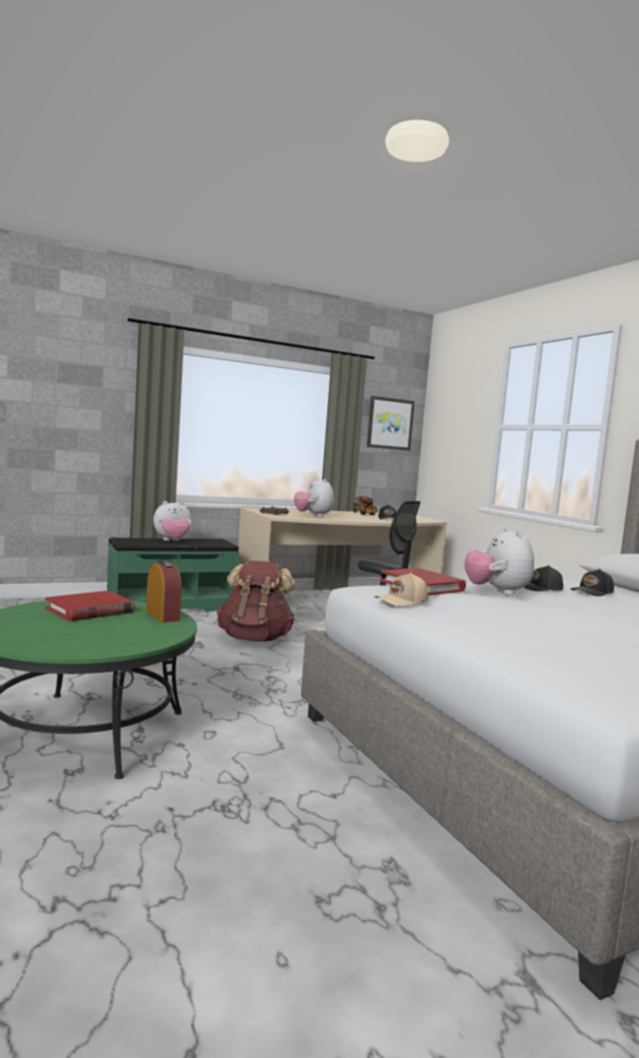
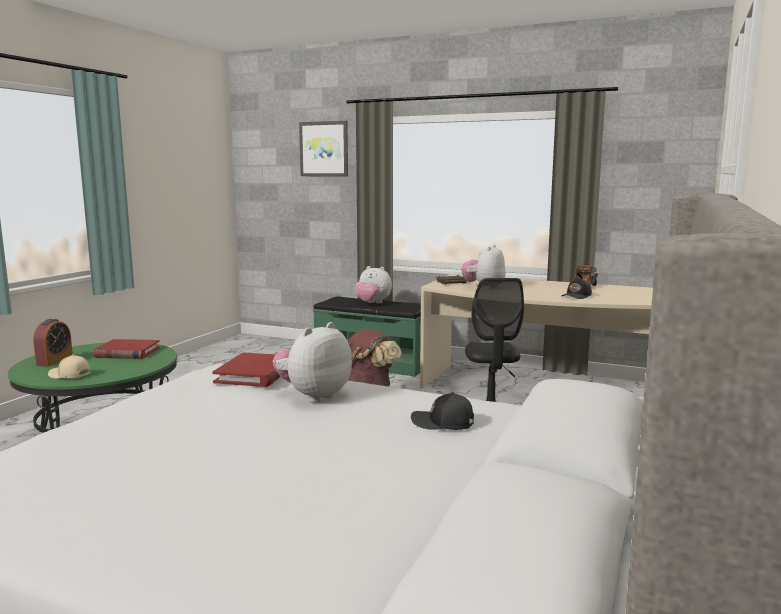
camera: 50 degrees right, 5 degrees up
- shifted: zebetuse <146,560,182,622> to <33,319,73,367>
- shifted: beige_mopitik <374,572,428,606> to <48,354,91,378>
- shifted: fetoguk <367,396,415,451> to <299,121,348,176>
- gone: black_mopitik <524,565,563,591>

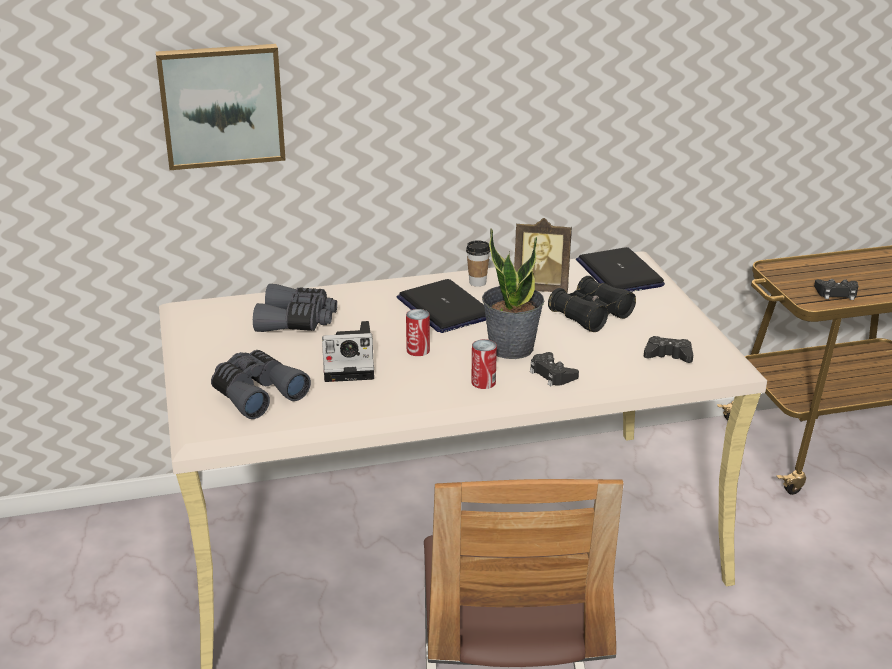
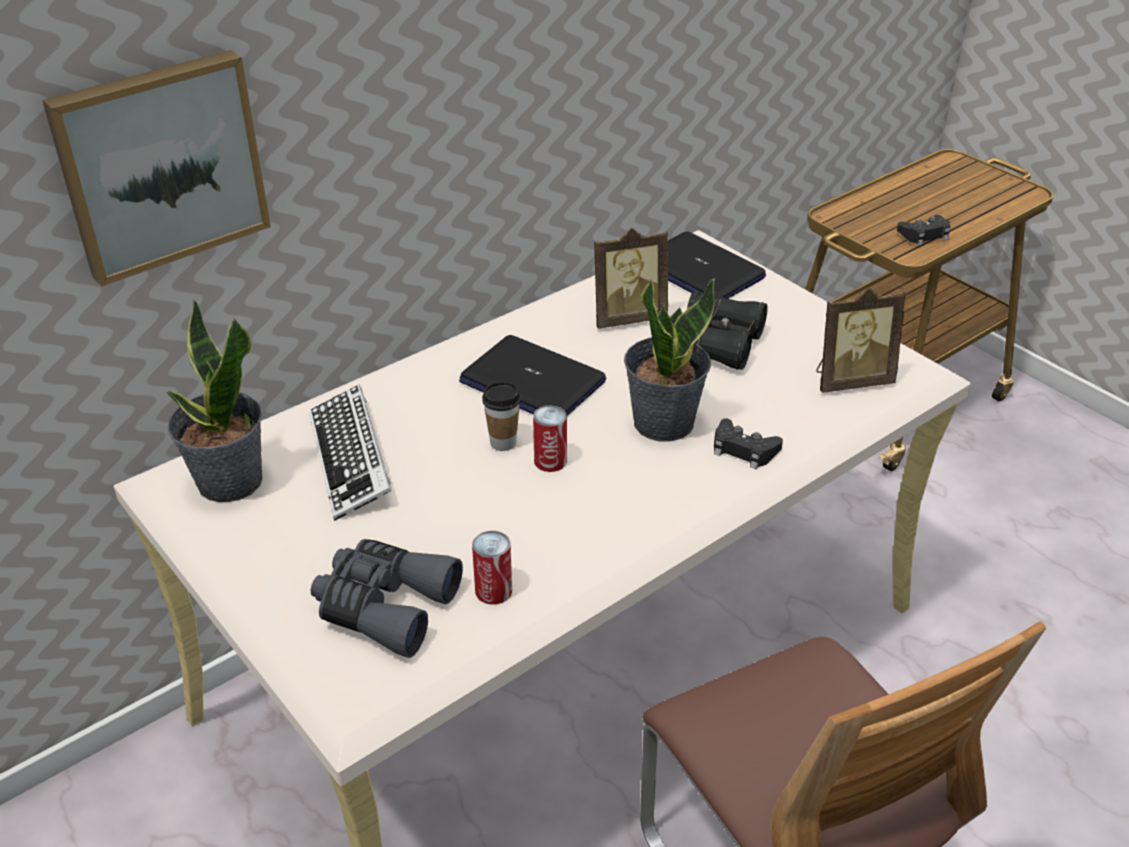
camera: 25 degrees left, 10 degrees up
- new: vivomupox <166,299,263,502>
- swapped: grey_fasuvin <253,284,337,332> to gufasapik <309,385,391,521>
- shifted: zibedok <471,339,497,389> to <472,531,512,604>
- shifted: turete <466,240,490,287> to <482,382,521,451>
- swapped: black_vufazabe <644,336,693,363> to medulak <816,288,906,393>
- gone: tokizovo <322,321,374,382>

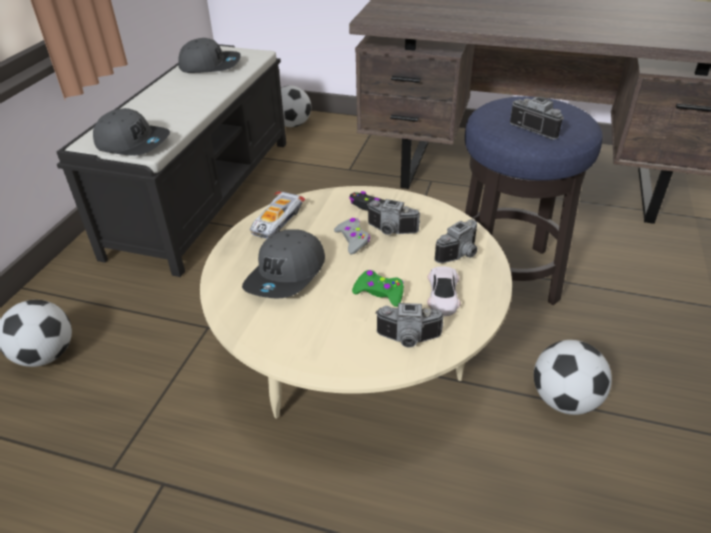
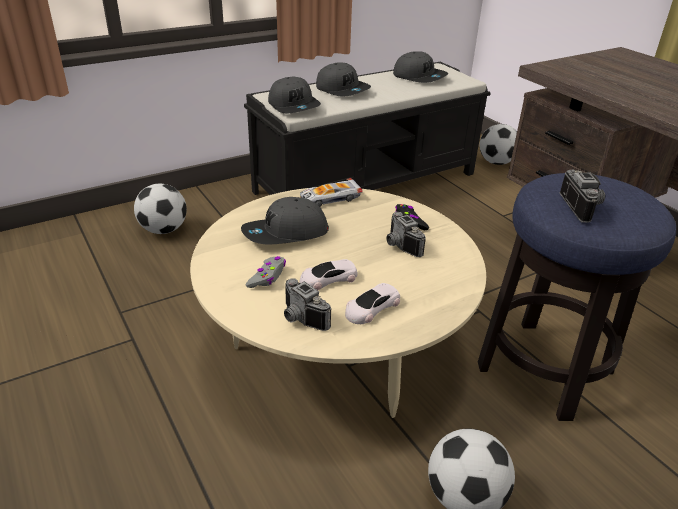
camera: 40 degrees right, 5 degrees down
- shifted: grey_vufazabe <334,218,370,254> to <246,256,286,288>
- swapped: green_vufazabe <352,270,404,307> to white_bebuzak <299,259,358,290>
- new: grey_mopitik <316,63,371,97>
- gone: tokizovo <434,220,477,263>

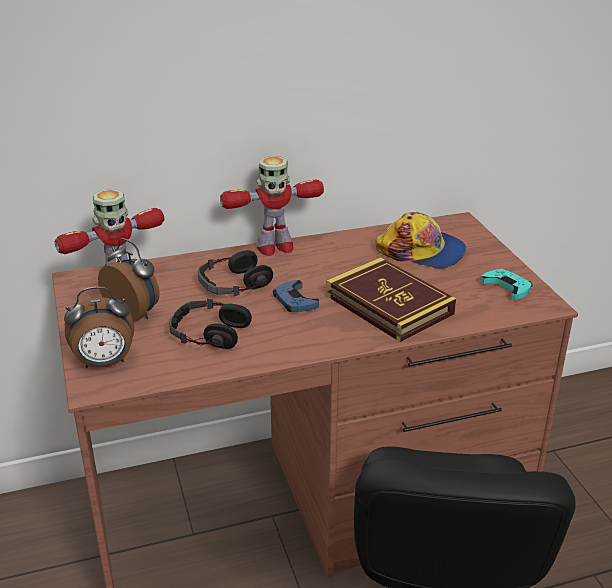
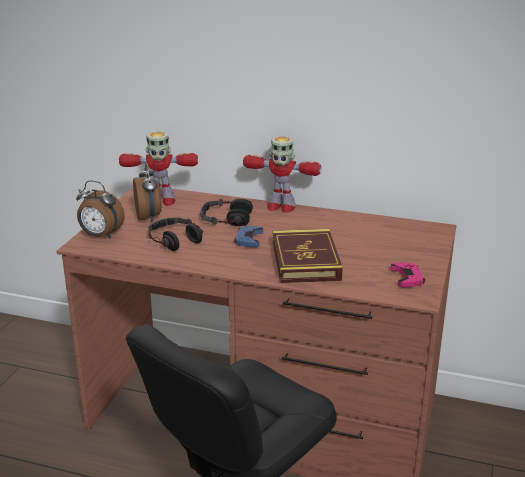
camera: 35 degrees right, 5 degrees down
- repainted: turquoise_vufazabe <481,269,533,300> to pink_vufazabe <391,262,425,287>
- gone: mopitik <375,212,466,269>

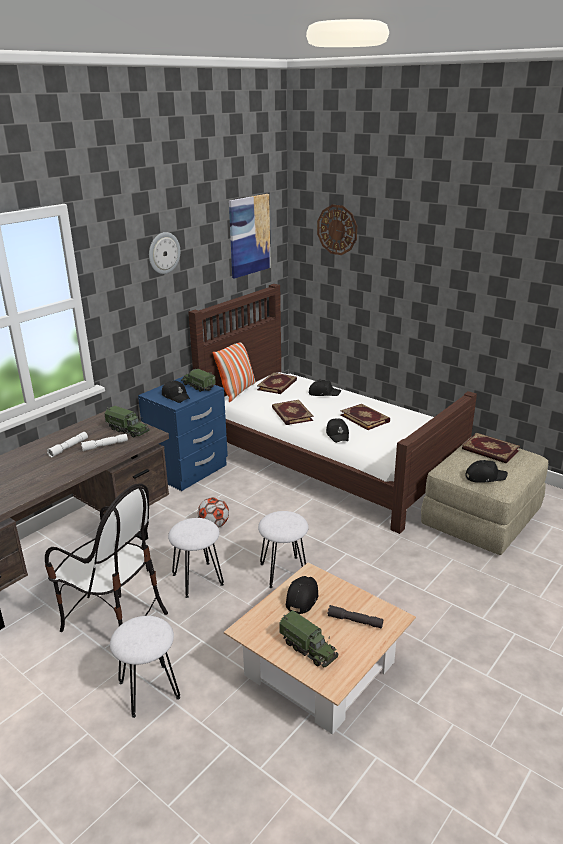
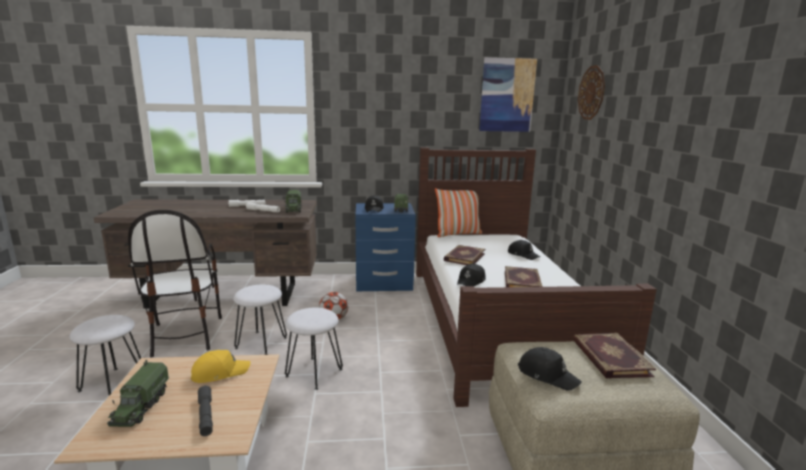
camera: 45 degrees right, 10 degrees down
- repainted: black_mopitik <286,576,318,614> to yellow_mopitik <191,350,251,383>
- gone: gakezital <149,232,180,274>
- gone: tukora <257,372,297,394>

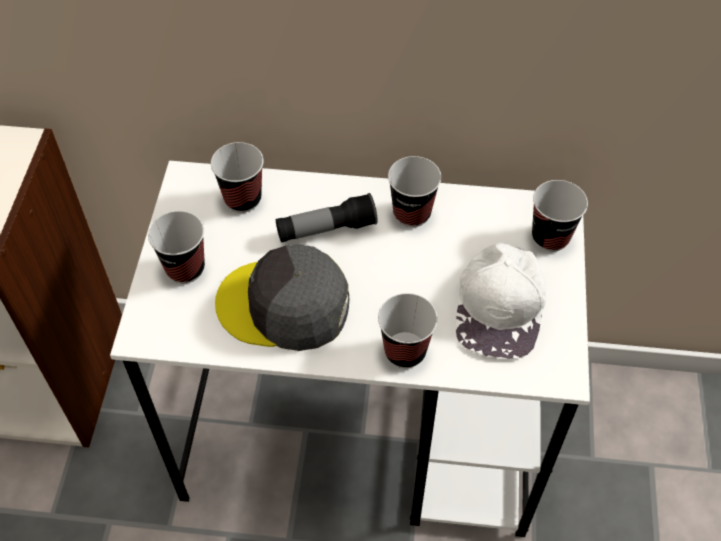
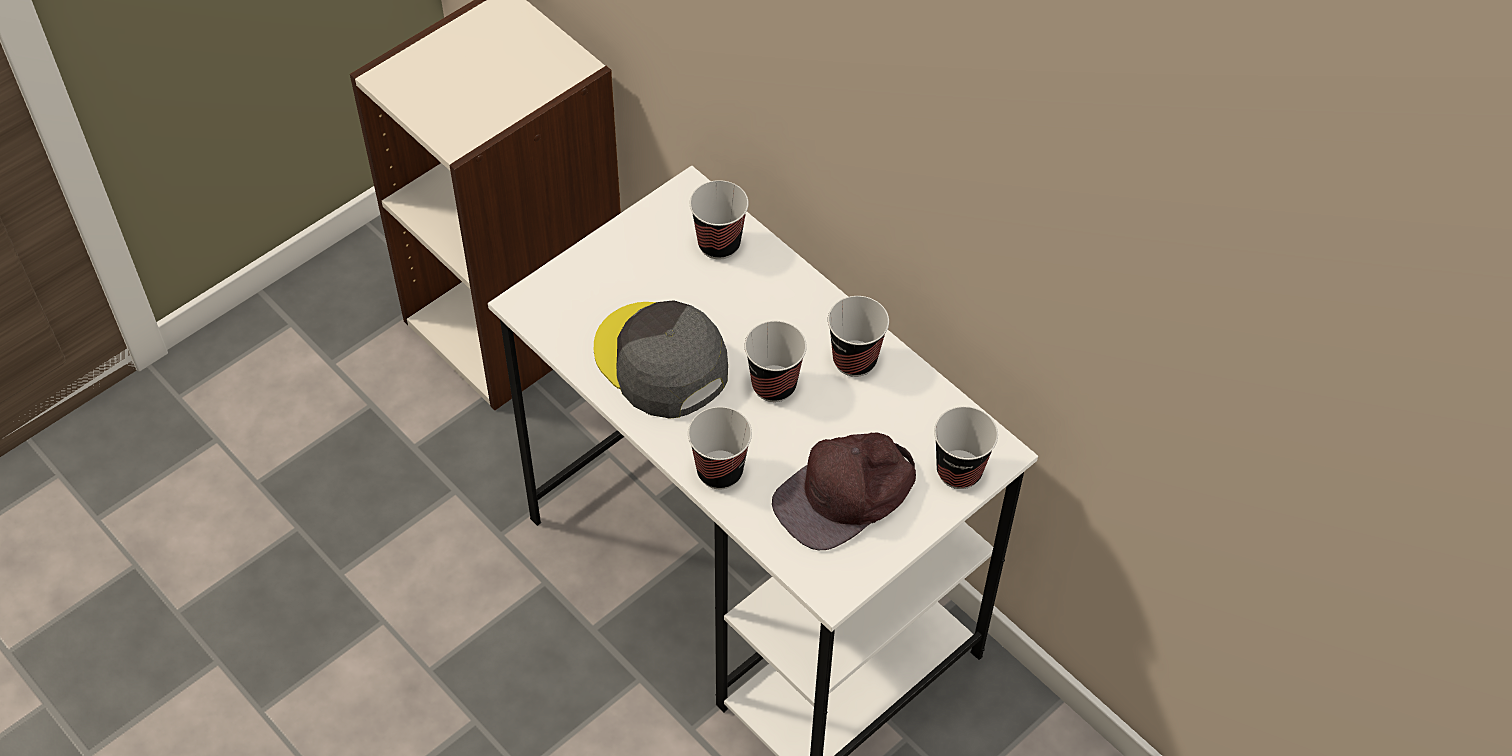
camera: 40 degrees right, 0 degrees up
- shifted: turete <148,211,205,283> to <744,321,807,402>
- repainted: white_mopitik <455,243,546,359> to brown_mopitik <772,433,916,550>
- gone: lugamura <276,193,378,243>

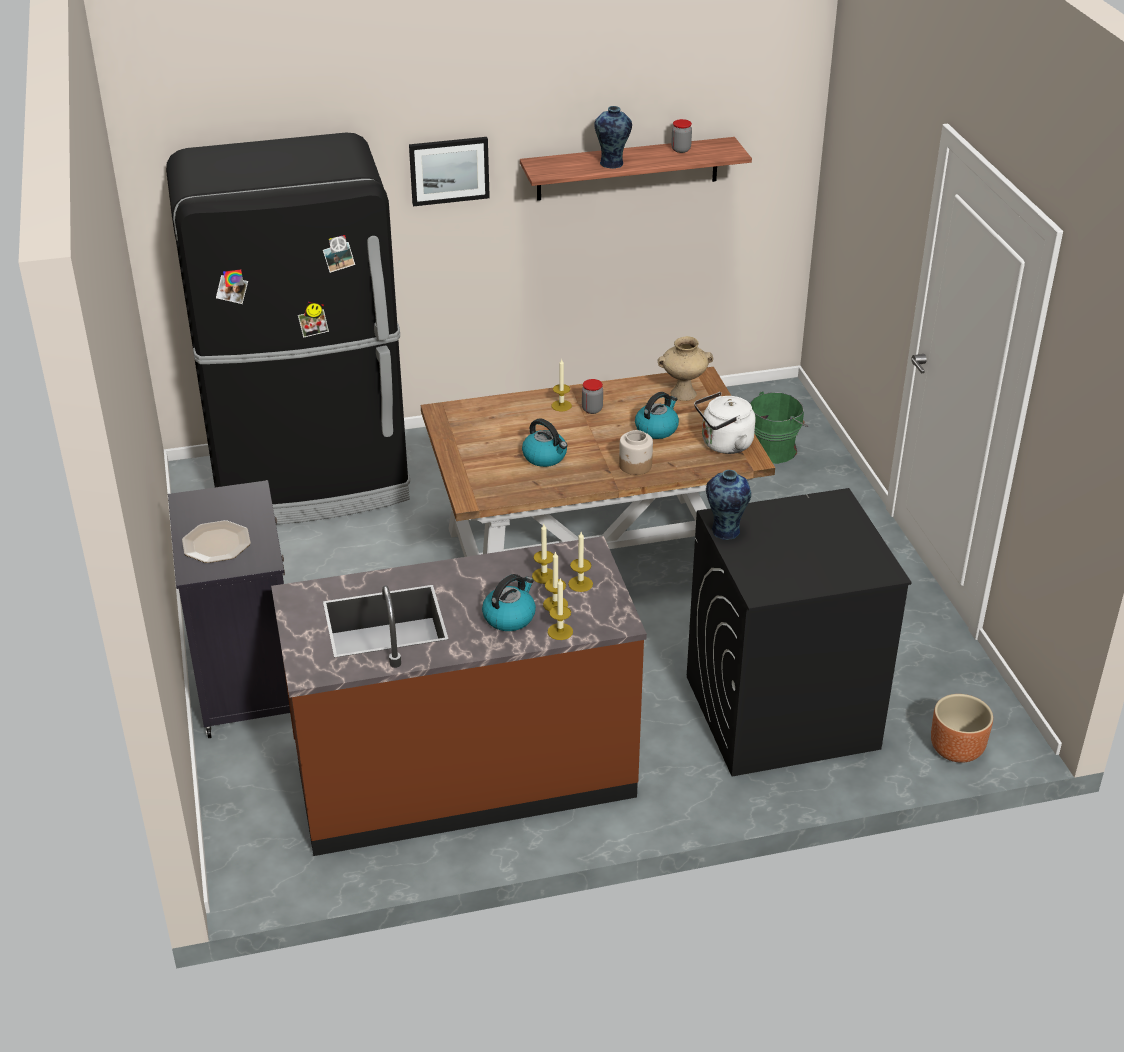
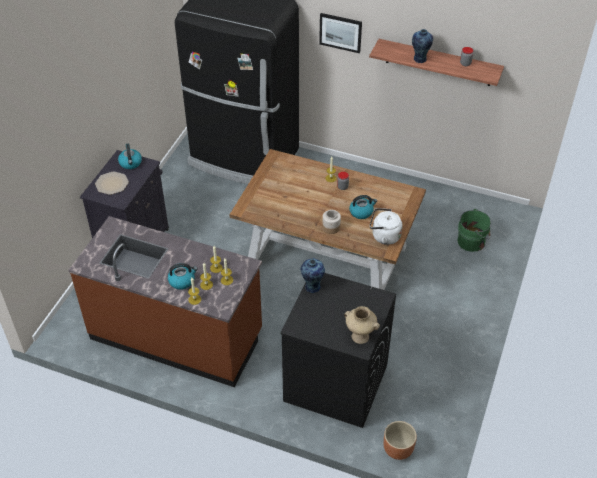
camera: 35 degrees right, 10 degrees up
- shifted: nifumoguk <522,418,567,467> to <118,144,142,169>
- shifted: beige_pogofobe <658,336,713,401> to <344,306,380,344>

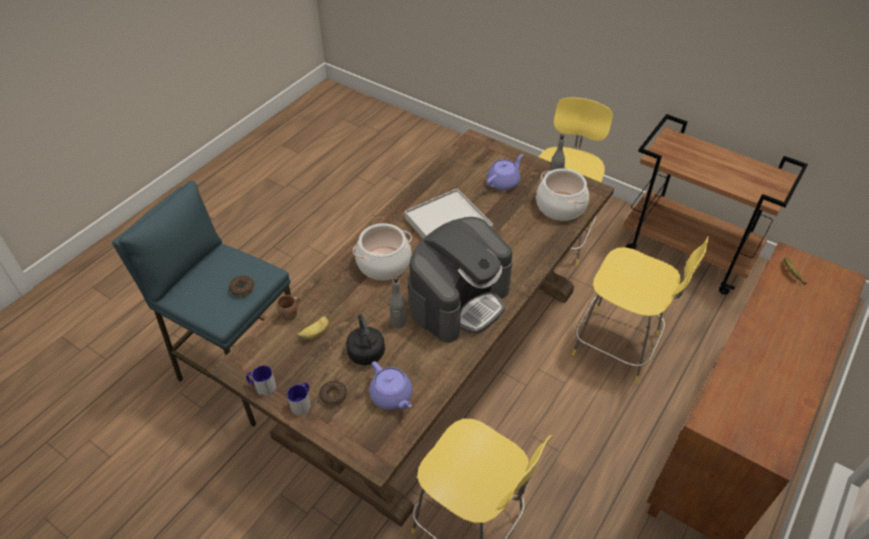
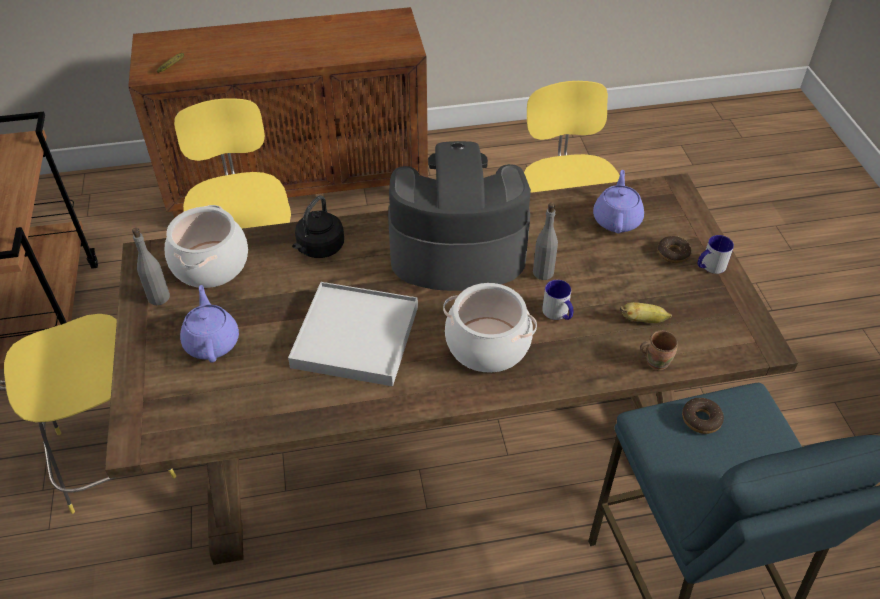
camera: 135 degrees left, 0 degrees up
- rotated: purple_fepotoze <487,154,523,190> = <180,285,239,363> 75 degrees clockwise
- shifted: black_nifumoguk <346,314,385,365> to <292,195,344,258>
- shifted: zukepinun <246,365,276,396> to <542,280,573,320>

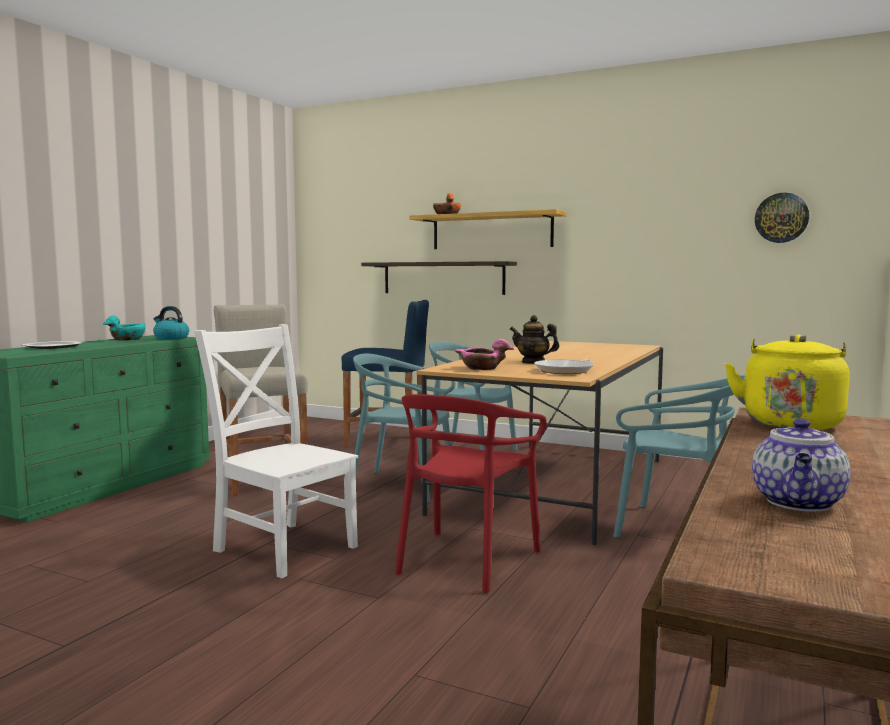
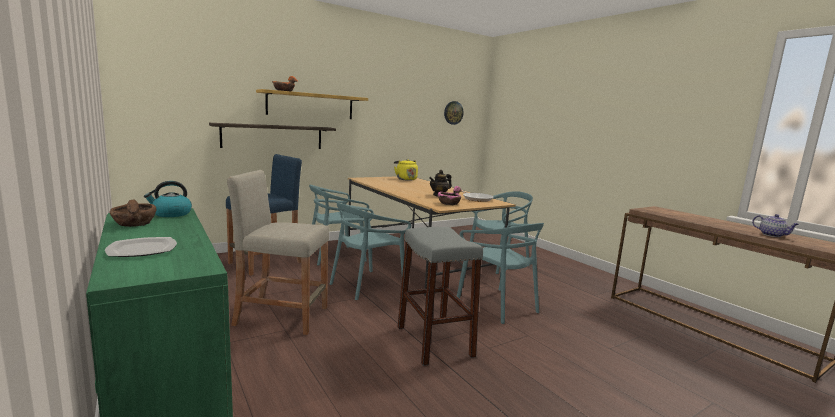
camera: 60 degrees left, 5 degrees up
- repainted: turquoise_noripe <103,316,145,340> to brown_noripe <110,200,157,227>
- shifted: yellow_nifumoguk <724,334,849,430> to <394,159,418,181>
- swapped: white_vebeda <194,324,358,579> to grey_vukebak <397,227,483,366>
- repainted: red_vebeda <395,394,547,593> to turquoise_vebeda <457,223,544,324>

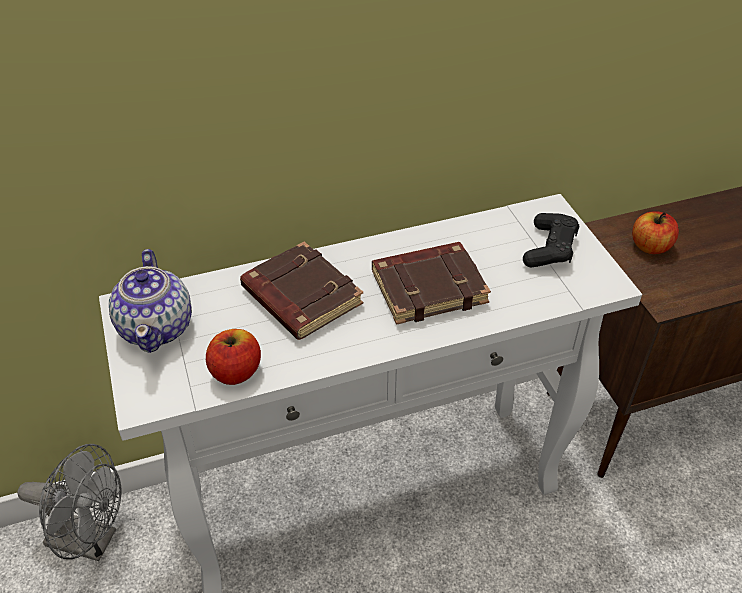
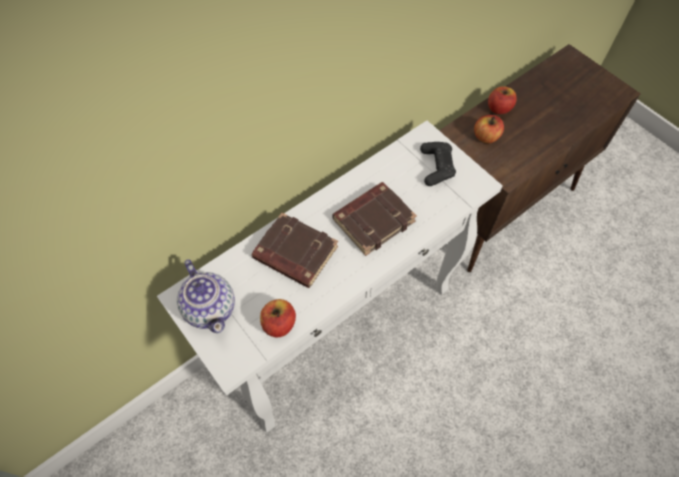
camera: 20 degrees left, 15 degrees up
- new: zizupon <488,86,517,114>
- gone: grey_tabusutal <17,444,122,561>

